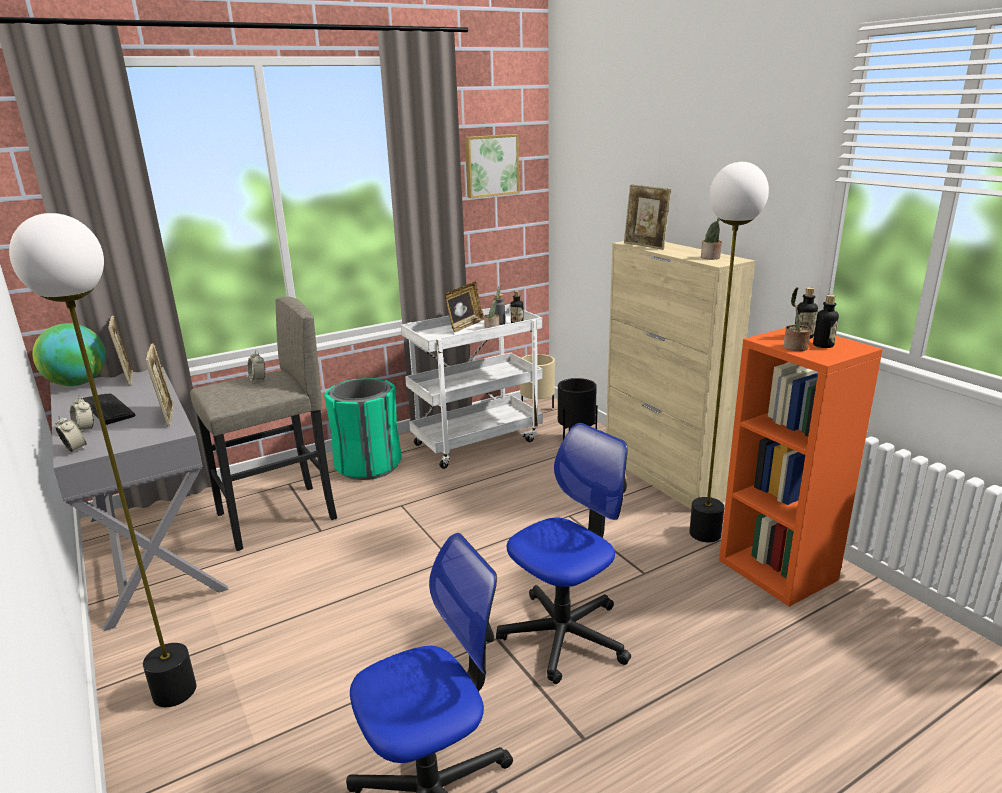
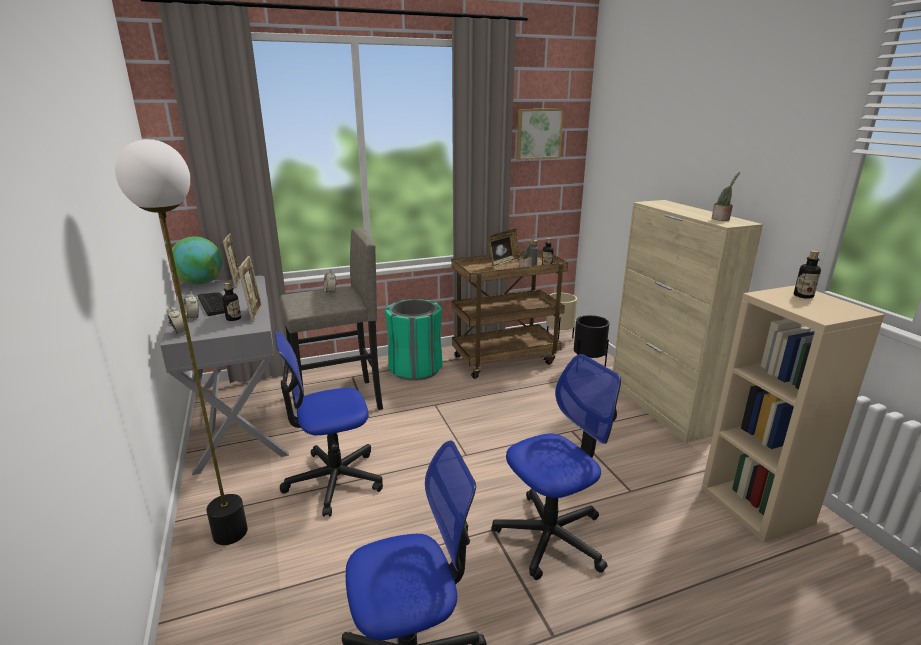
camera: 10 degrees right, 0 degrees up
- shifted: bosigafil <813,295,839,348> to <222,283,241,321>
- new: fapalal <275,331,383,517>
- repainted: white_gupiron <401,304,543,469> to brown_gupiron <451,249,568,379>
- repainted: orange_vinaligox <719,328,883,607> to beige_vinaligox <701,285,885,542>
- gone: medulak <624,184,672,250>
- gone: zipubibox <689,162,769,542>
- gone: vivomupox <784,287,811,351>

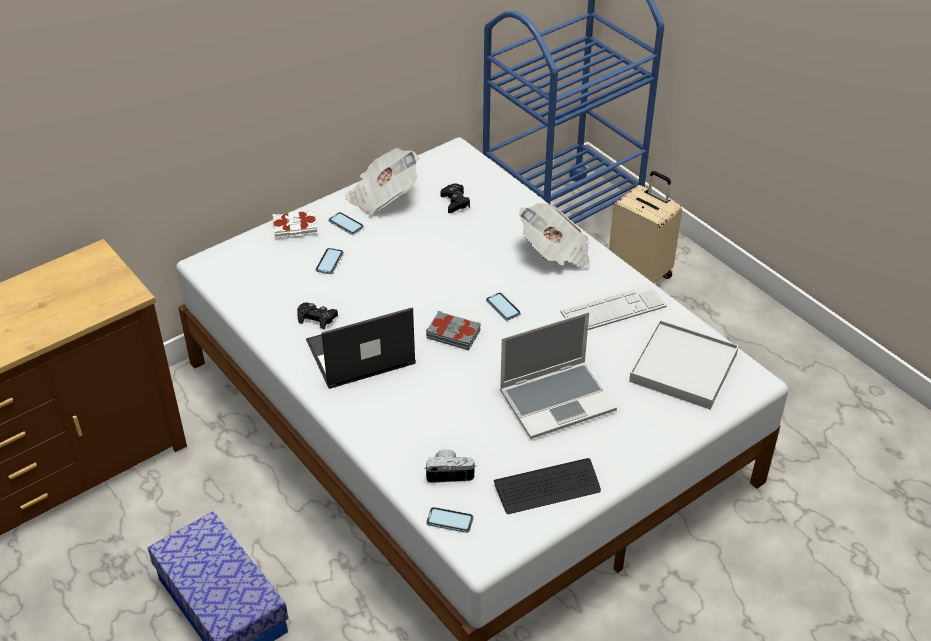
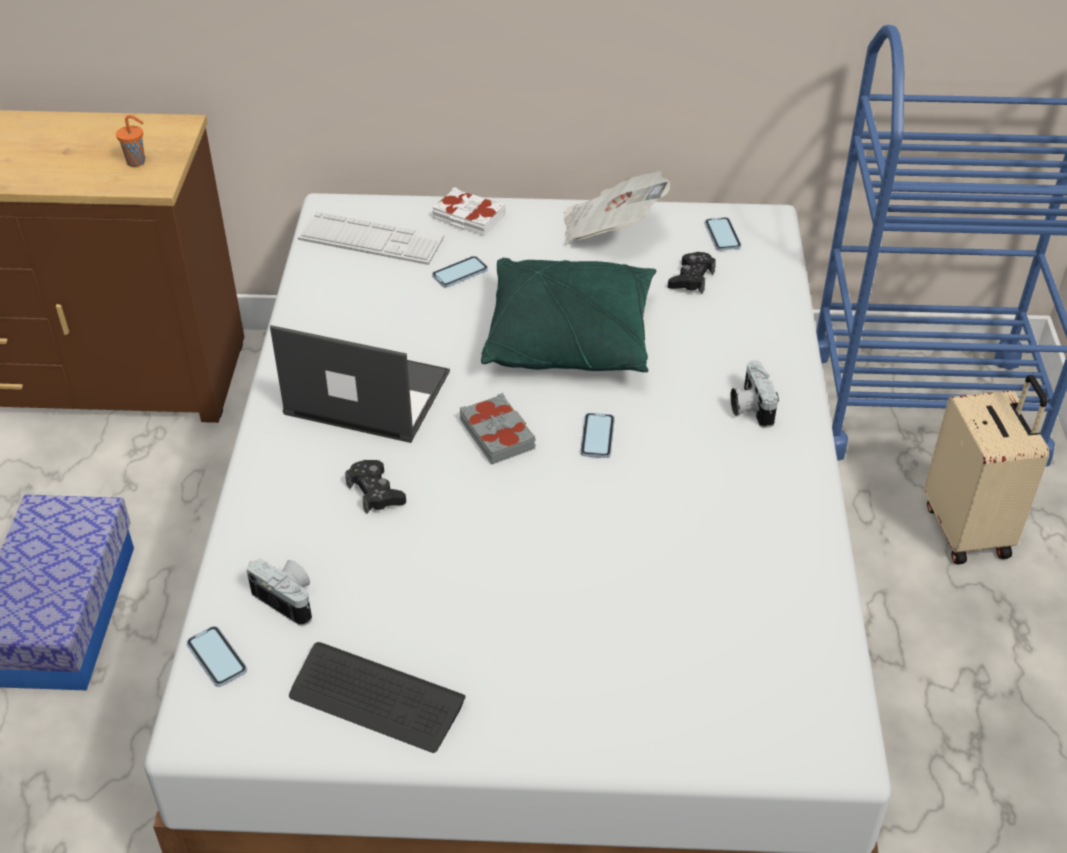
camera: 40 degrees right, 0 degrees up
- new: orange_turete <116,115,145,167>
- shifted: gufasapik <560,284,667,330> to <298,211,444,265>
- shifted: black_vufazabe <297,302,338,329> to <345,460,406,514>
- new: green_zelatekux <481,258,656,372>
- shifted: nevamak <329,212,364,235> to <705,217,741,251>
- swapped: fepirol <519,203,590,269> to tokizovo <730,360,779,428>
- gone: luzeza <500,312,617,439>
- gone: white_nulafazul <629,320,739,409>

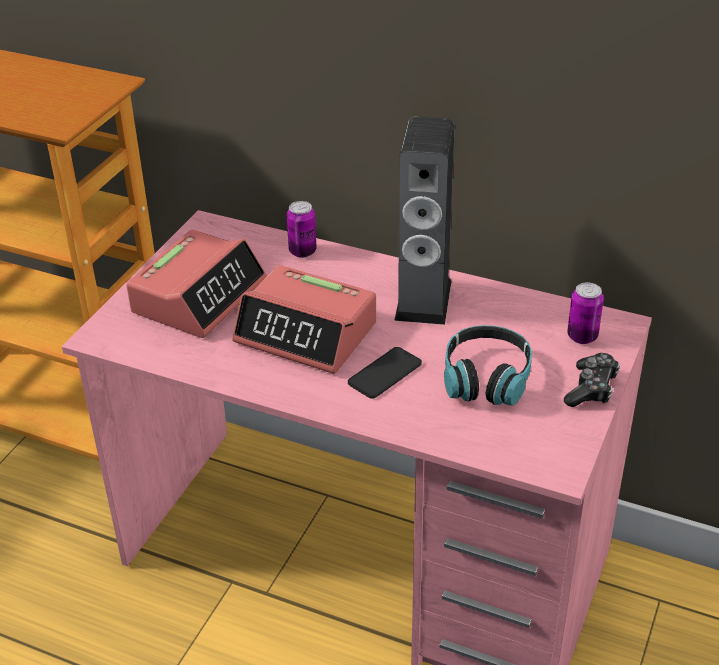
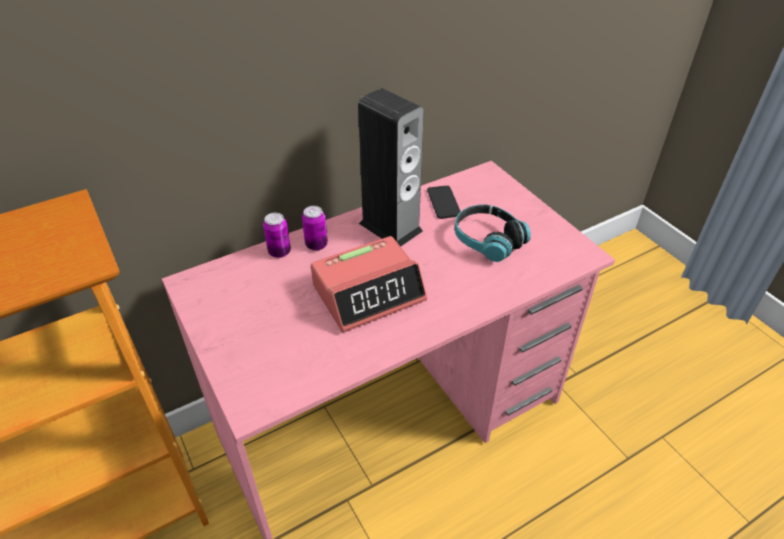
camera: 55 degrees left, 5 degrees up
- shifted: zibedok <567,282,604,344> to <302,206,328,251>
- shifted: nevamak <348,347,422,399> to <427,186,461,219>
- gone: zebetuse <126,230,267,338>
- gone: vufazabe <564,353,620,407>

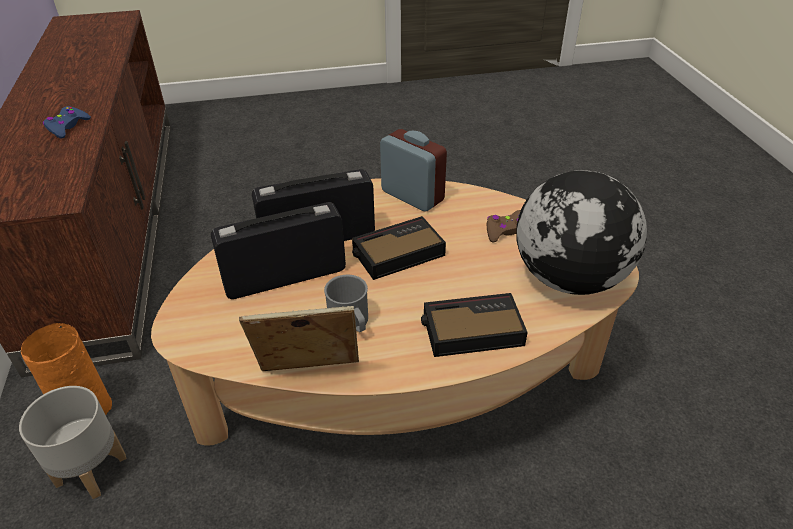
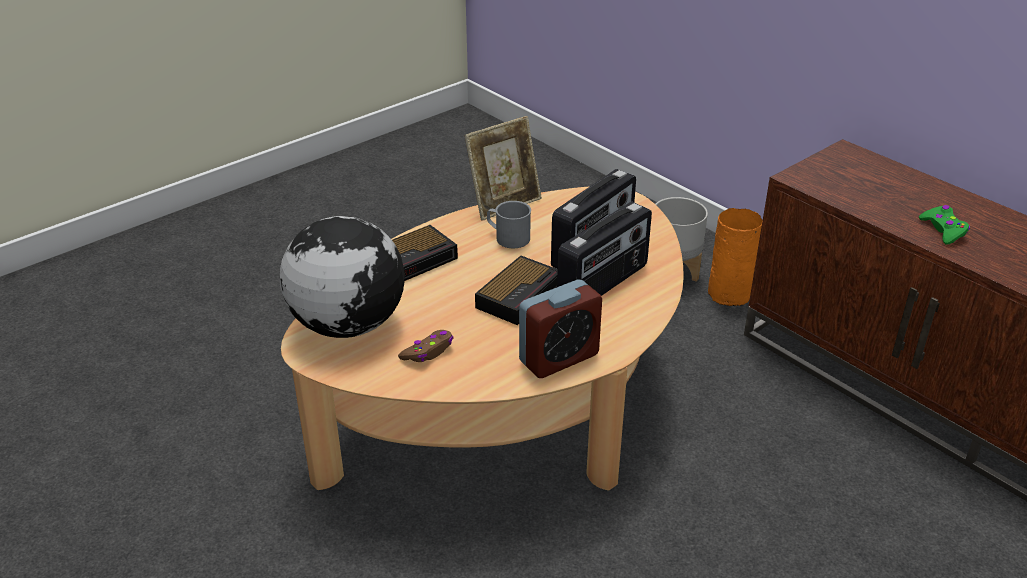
camera: 150 degrees right, 5 degrees down
- rotated: zebetuse <380,129,447,211> = <519,280,602,378> 45 degrees counterclockwise
- repainted: blue_vufazabe <43,106,91,138> to green_vufazabe <919,205,970,245>

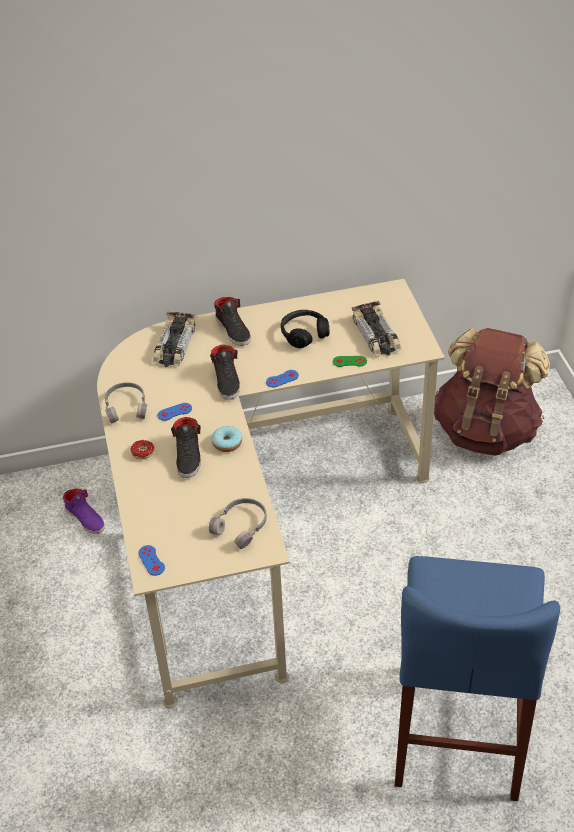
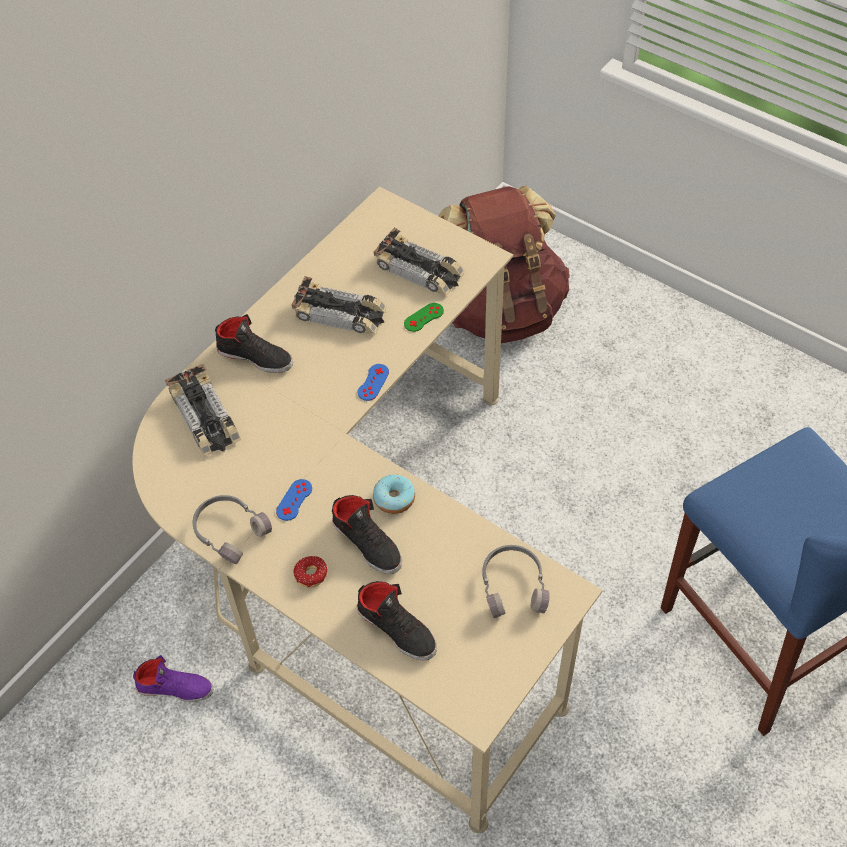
camera: 40 degrees left, 10 degrees up
- swapped: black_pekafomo <281,310,330,348> to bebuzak <292,276,387,334>
- shifted: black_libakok <210,345,240,400> to <357,581,437,660>
- gone: blue_vufazabe <138,545,165,576>

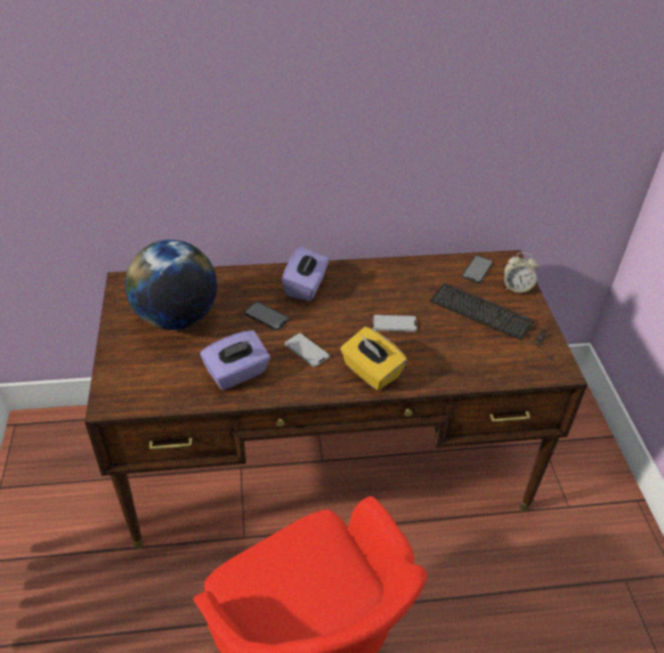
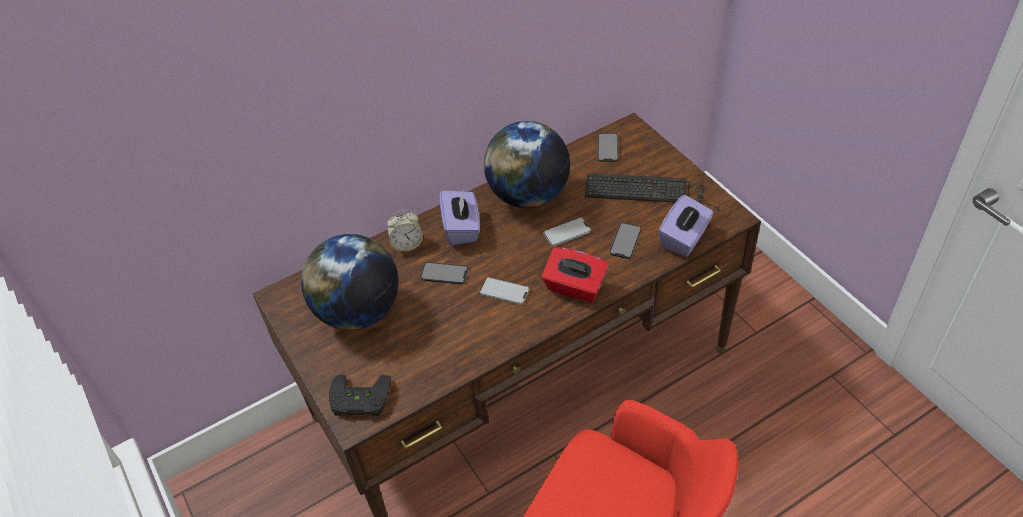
camera: 20 degrees left, 5 degrees up
- new: black_vufazabe <329,375,391,416>
- shifted: zebetuse <504,253,538,293> to <387,210,423,252>
- new: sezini <484,121,570,208>
- repainted: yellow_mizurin <340,327,407,390> to red_mizurin <541,247,609,303>
- new: nevamak <609,223,641,259>
- shifted: purple_mizurin <200,330,270,390> to <658,195,714,257>

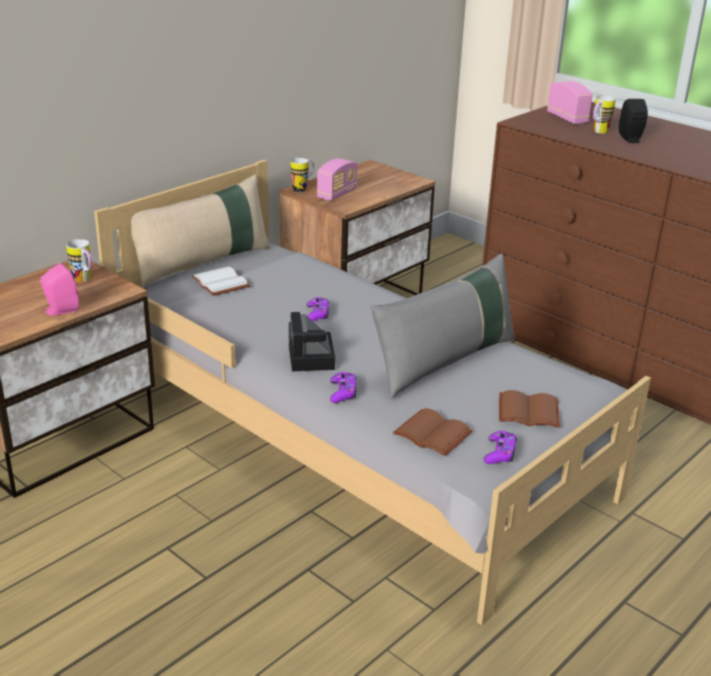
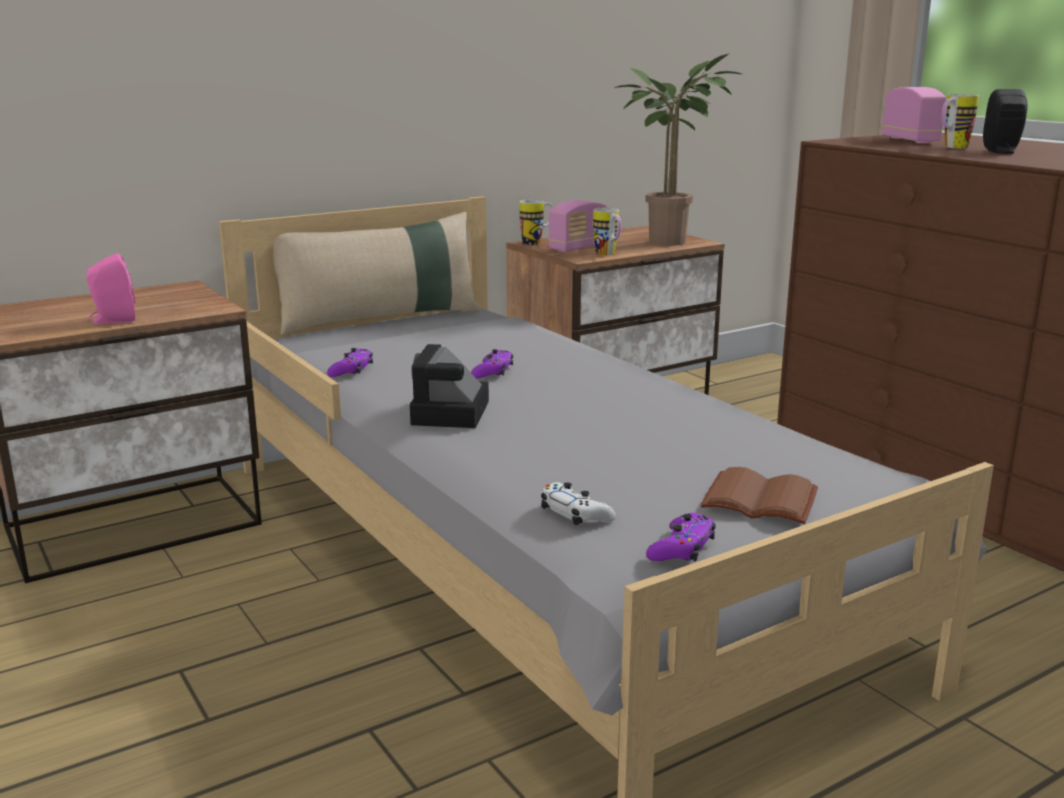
camera: 15 degrees right, 10 degrees down
- shifted: purple_vufazabe <330,372,357,403> to <327,348,373,377>
- swapped: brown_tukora <393,408,473,456> to white_vufazabe <541,482,616,525>
- shifted: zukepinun <66,239,92,282> to <593,208,621,256>
- new: vivomupox <614,54,742,246>
- gone: white_tukora <192,266,250,296>
- gone: grey_zelatekux <371,254,515,399>

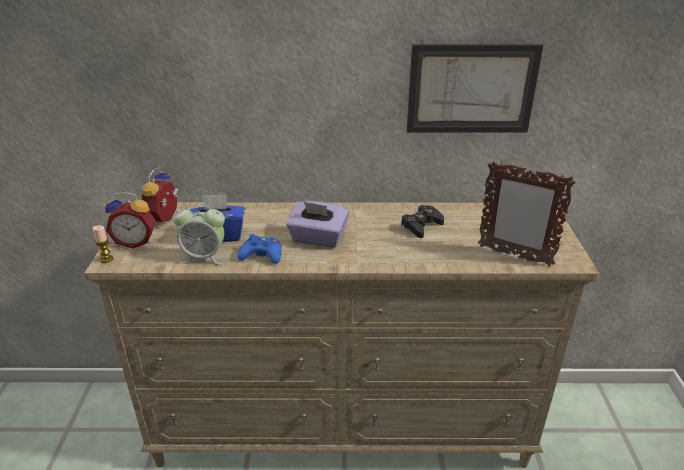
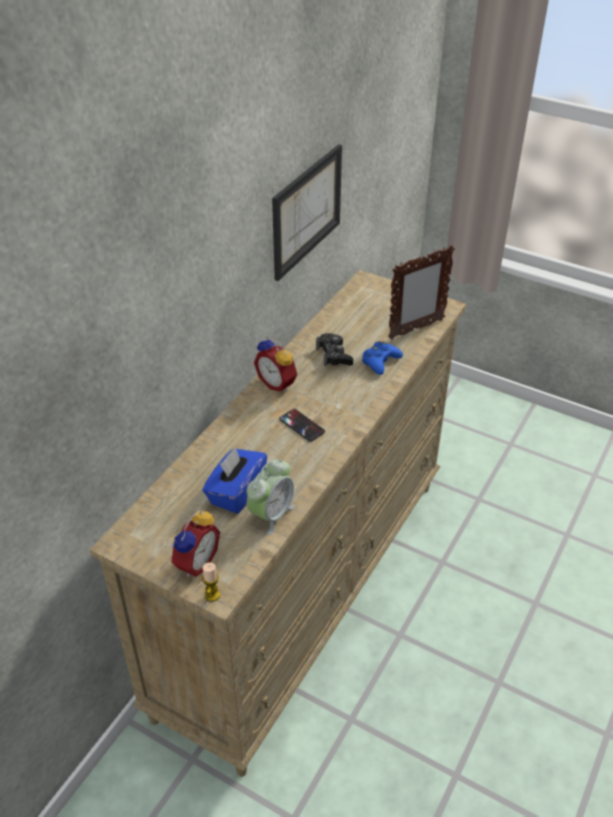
camera: 60 degrees left, 10 degrees up
- shifted: zebetuse <142,168,179,226> to <254,336,297,392>
- swapped: purple_mizurin <286,201,349,248> to nevamak <279,409,325,442>
- shifted: blue_vufazabe <238,234,281,264> to <362,341,403,375>

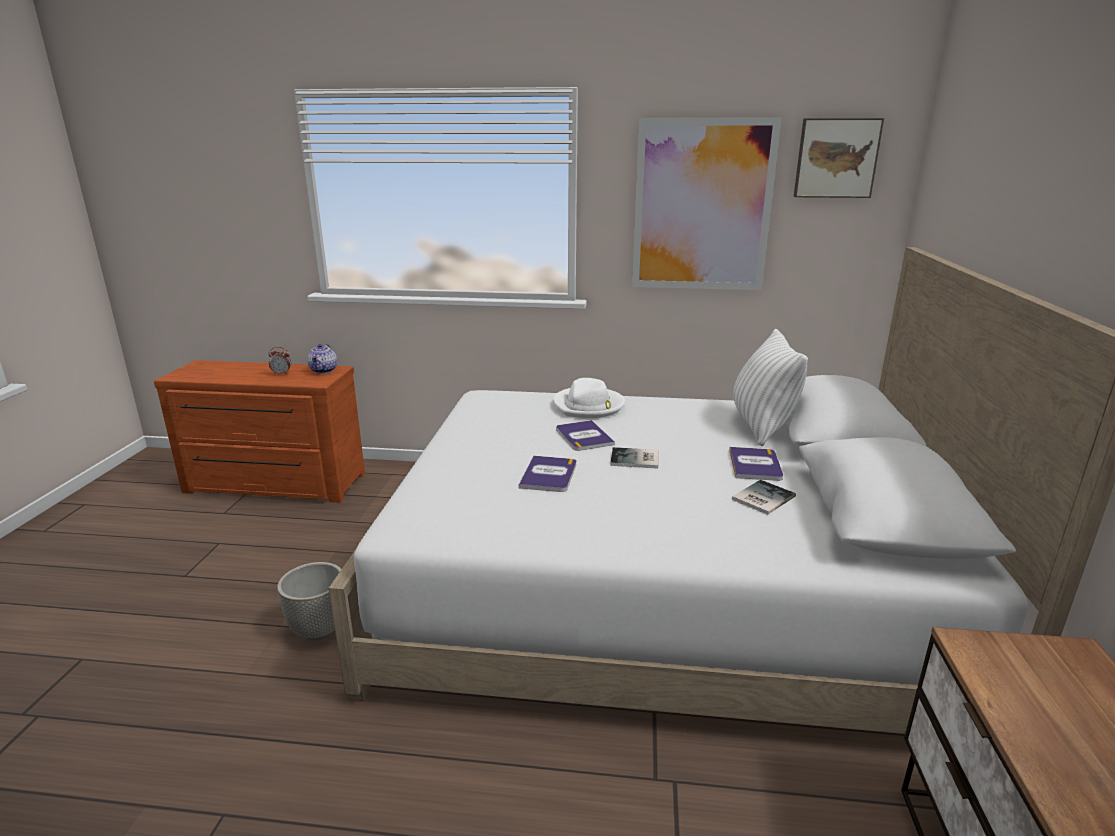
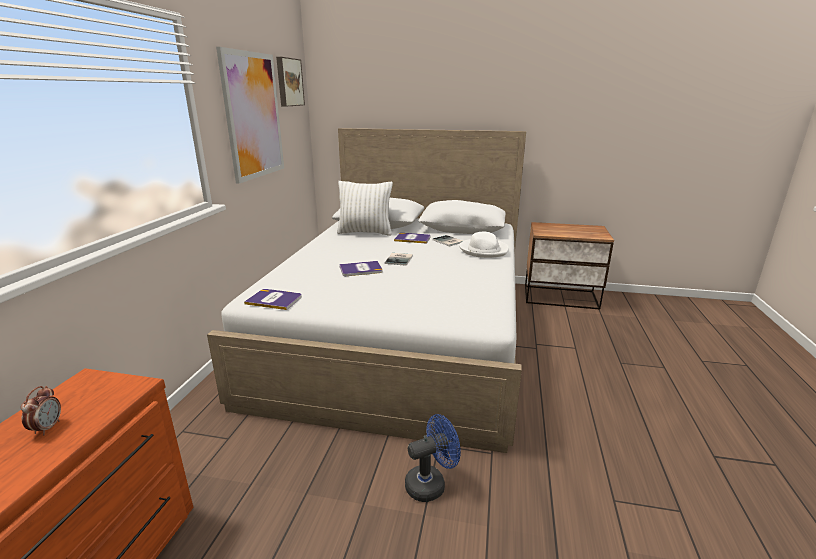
camera: 85 degrees left, 0 degrees up
- shifted: tukora <519,456,576,492> to <244,289,302,310>
- swapped: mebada <277,562,341,641> to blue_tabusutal <405,414,461,502>
- shifted: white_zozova <553,378,625,418> to <459,232,509,258>
- gone: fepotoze <307,344,337,374>

